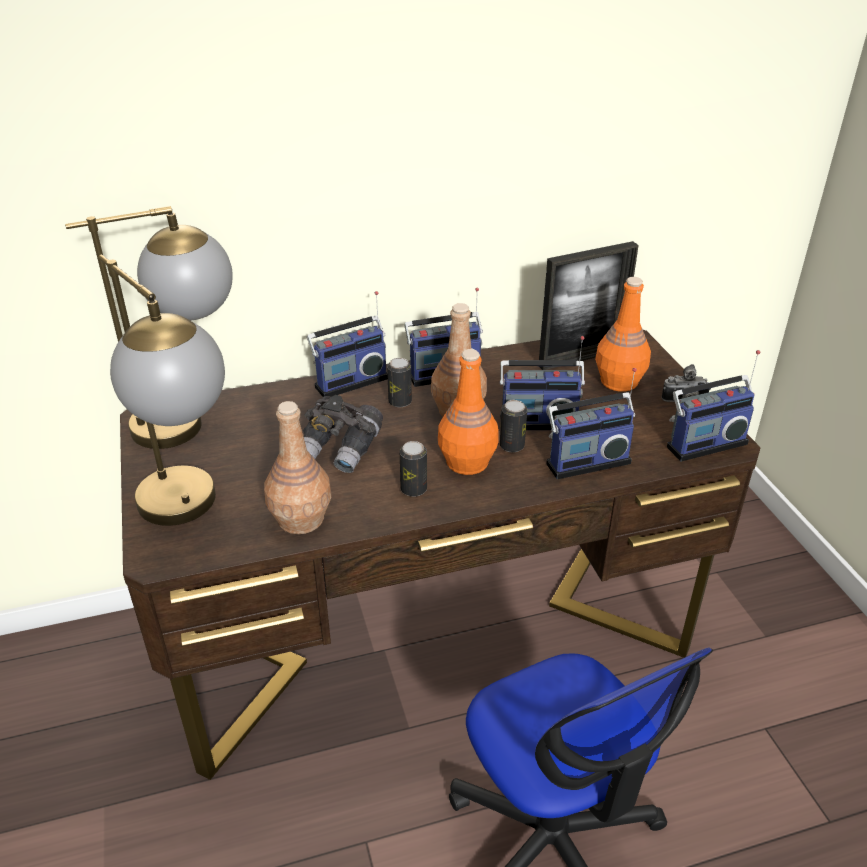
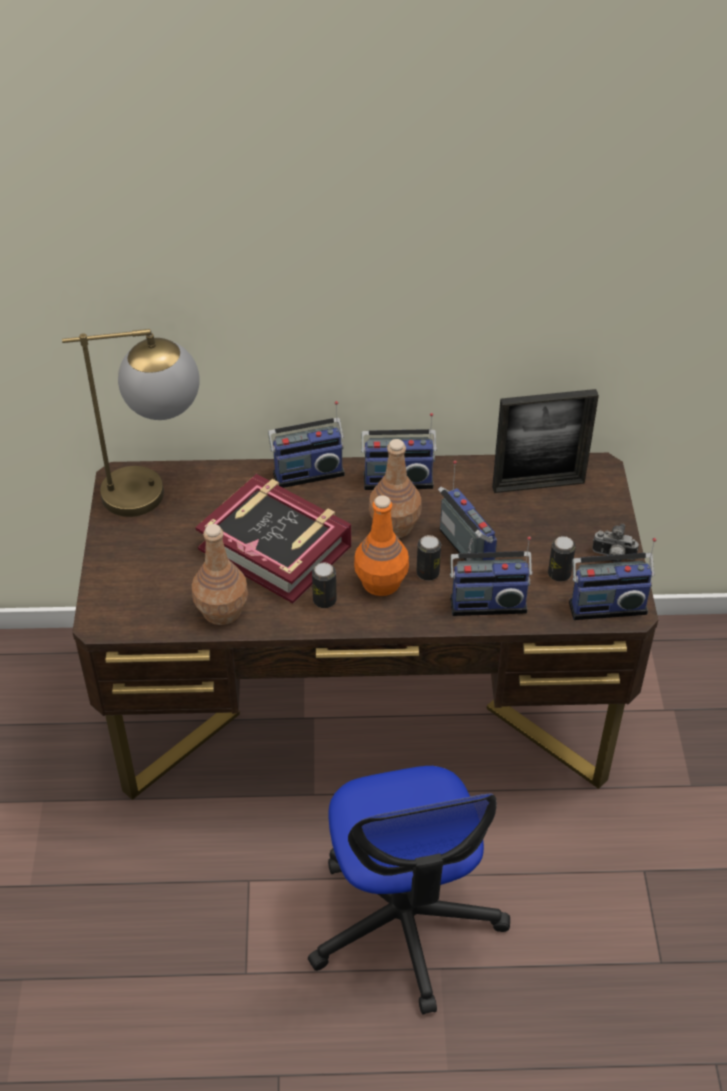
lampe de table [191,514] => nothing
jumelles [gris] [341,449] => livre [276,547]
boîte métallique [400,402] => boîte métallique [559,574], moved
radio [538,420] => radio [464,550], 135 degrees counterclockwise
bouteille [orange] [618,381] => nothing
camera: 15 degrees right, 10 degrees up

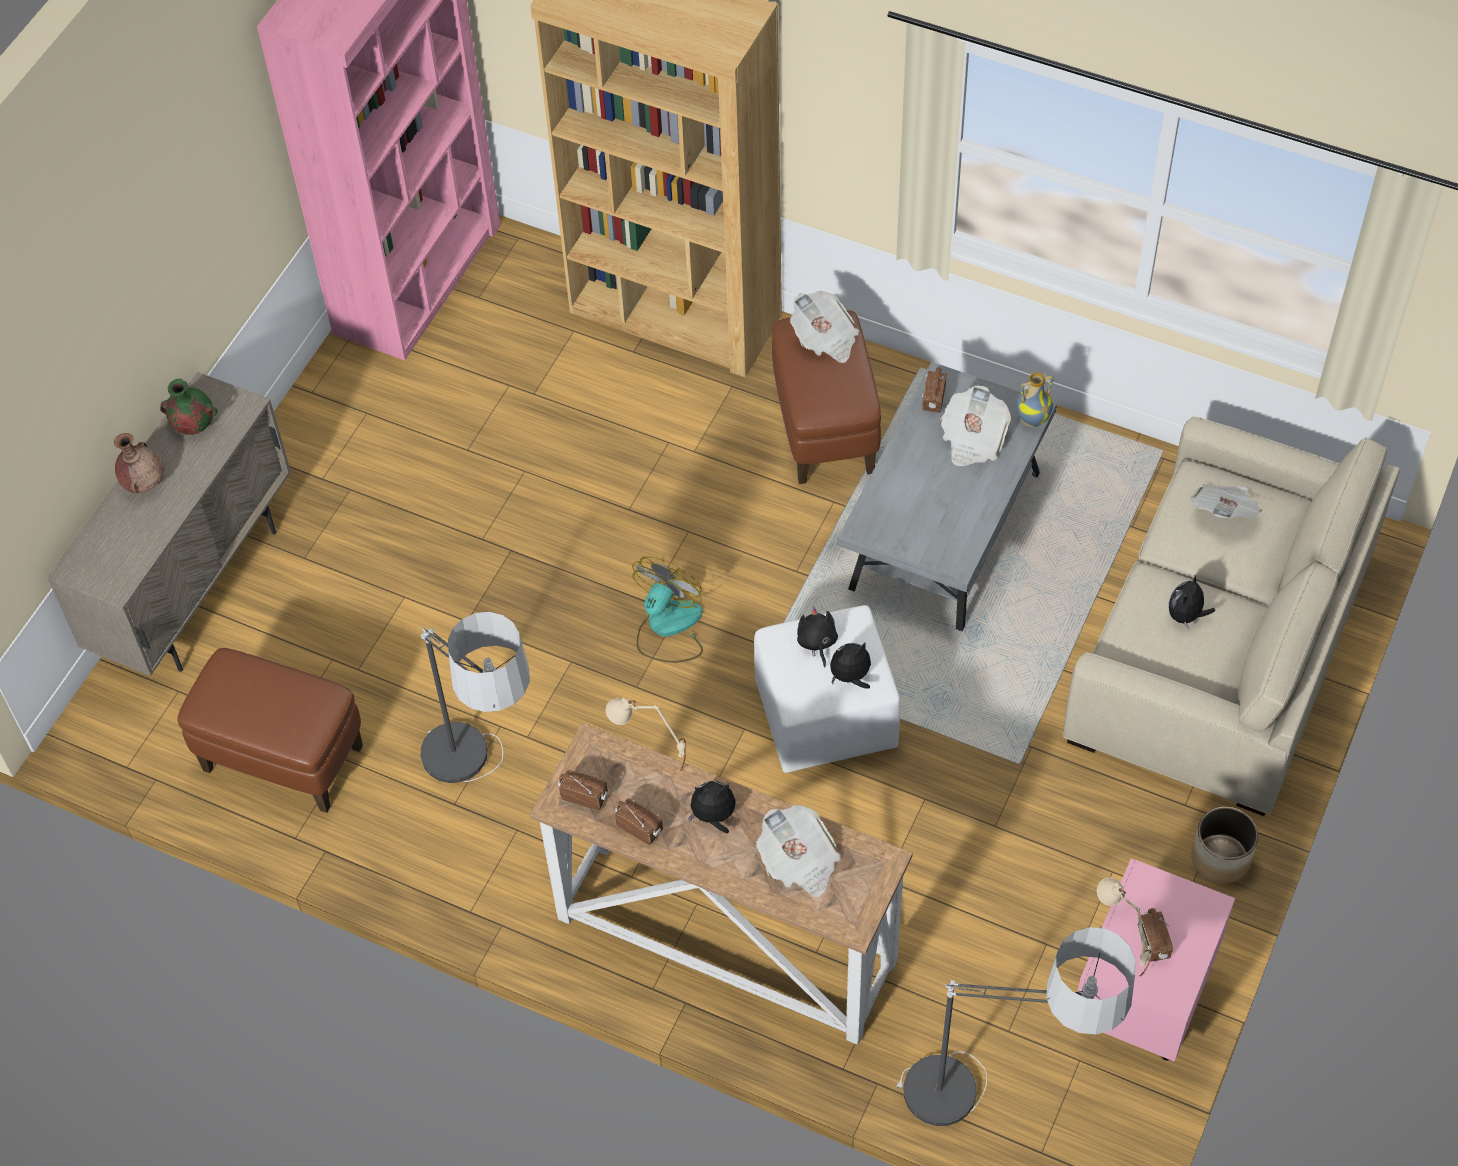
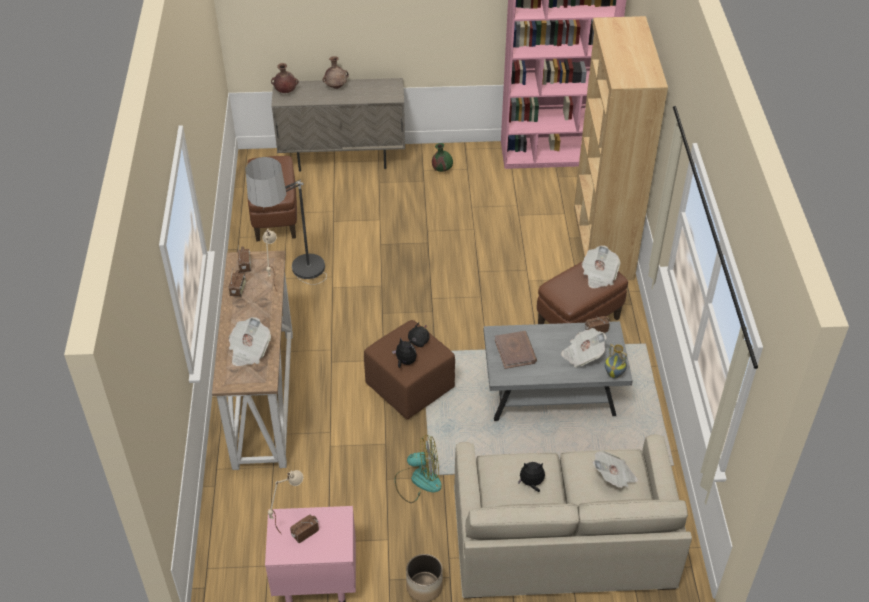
vase [vert] [193,425] => vase [vert] [442,169], moved
ventilateur [668,628] => ventilateur [418,480], moved
peluche [713,817] => nothing
pouf [blanc] [824,717] => pouf [marron] [409,387]
lampadaire [998,1107] => nothing
nothing => vase [marron] [285,91]
nothing => livre [marron] [515,351]
camera: 60 degrees right, 10 degrees down

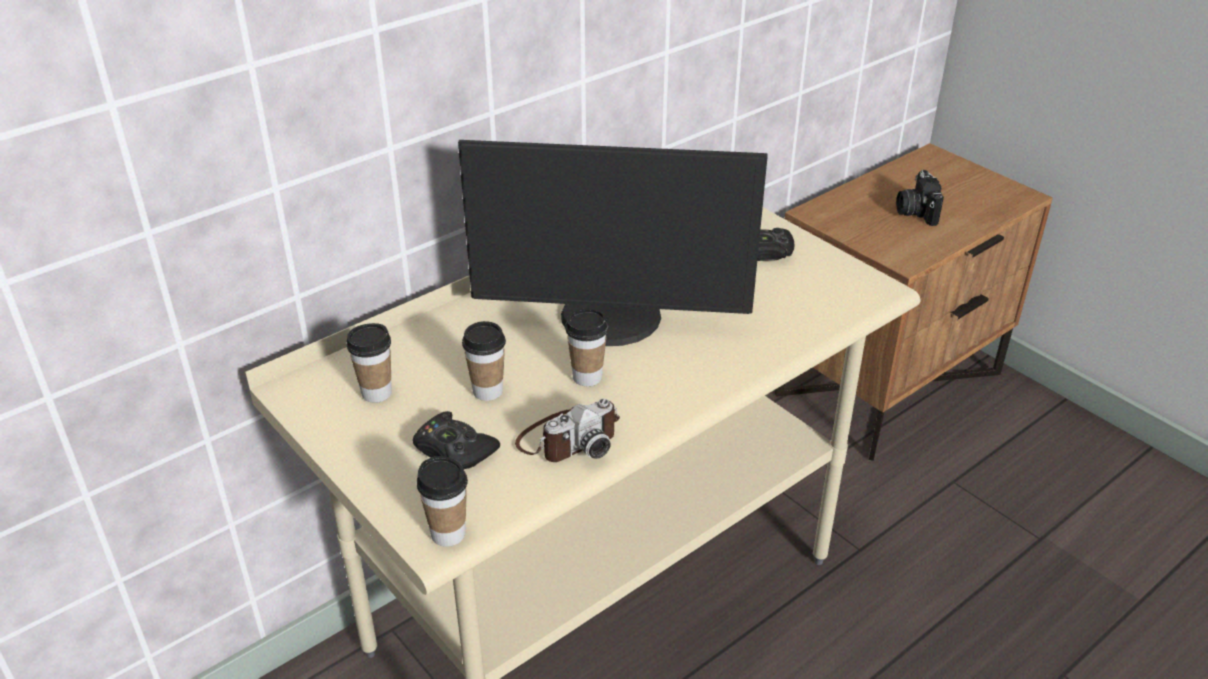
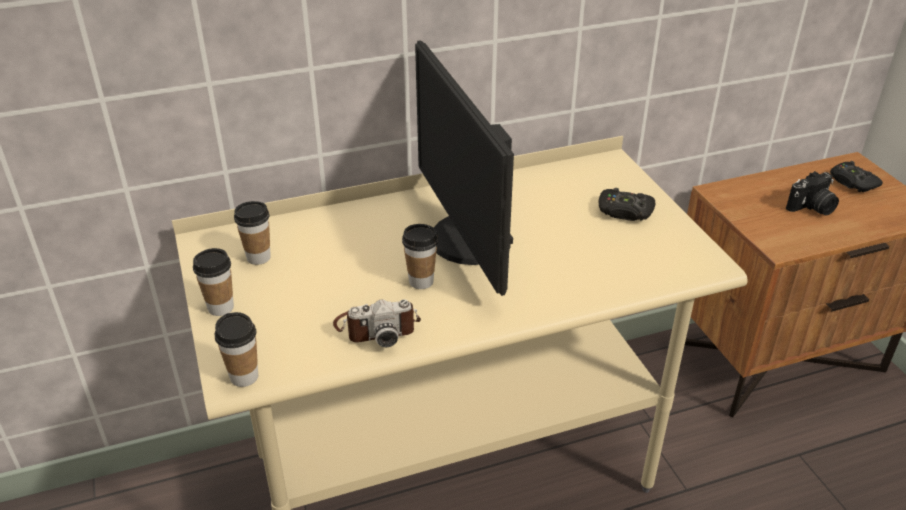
manette [noir] [454,450] => manette [noir] [852,182], moved
écran d'ordinateur [610,319] => écran d'ordinateur [466,240], 45 degrees clockwise
tasse [487,391] => tasse [221,307], moved
appareil photo [915,211] => appareil photo [812,208], 135 degrees counterclockwise
camera: 20 degrees right, 0 degrees up

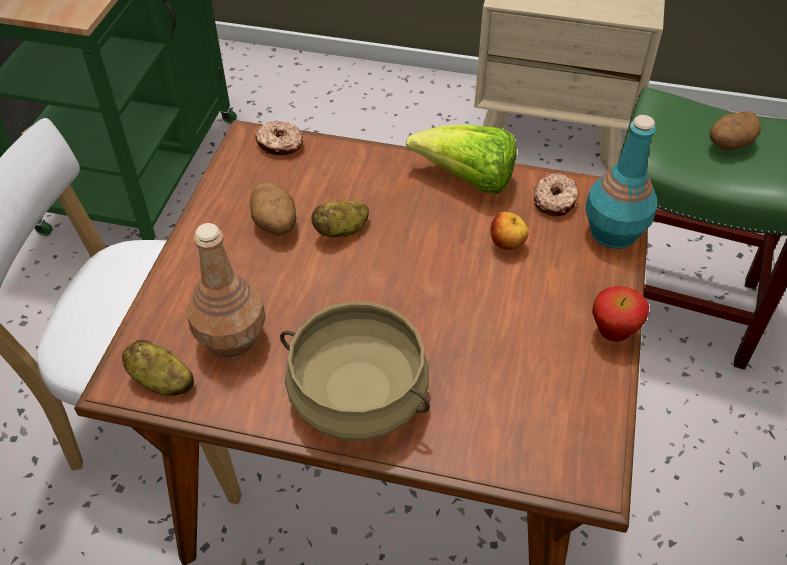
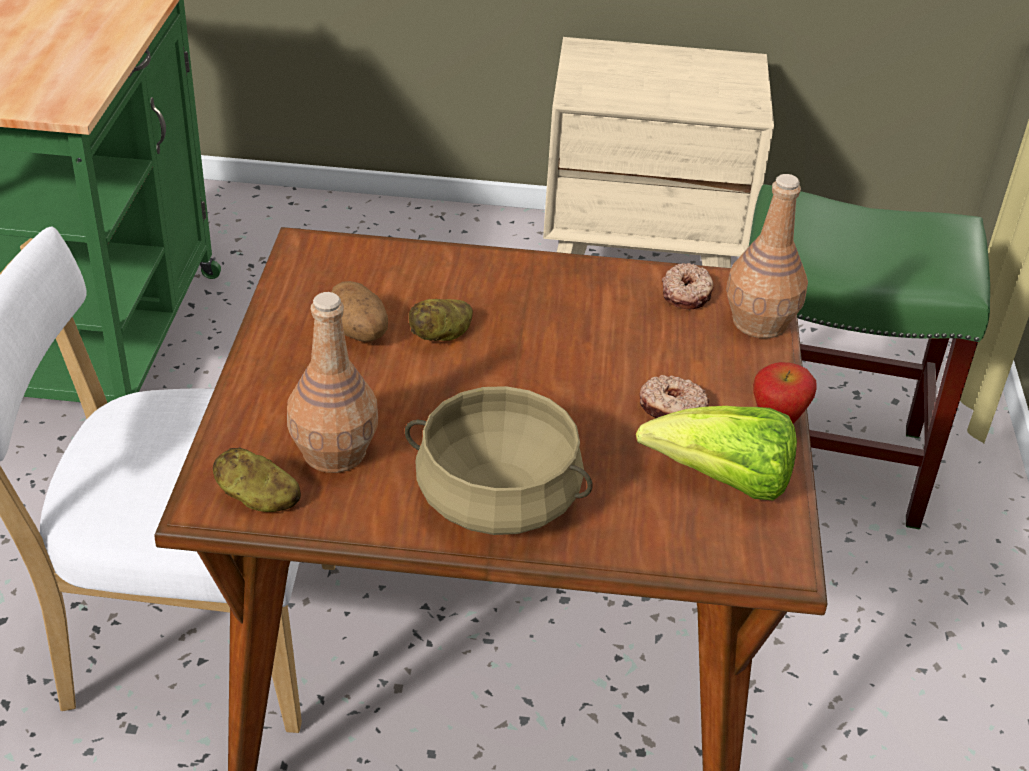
beignet [280,144] => beignet [672,408], moved
laitue [467,180] => laitue [723,482], moved
pomme [507,245] => nothing
bouteille [turquoise] [612,232] => bouteille [marron] [759,323]
pomme de terre [728,144] => nothing
camera: 10 degrees left, 10 degrees down

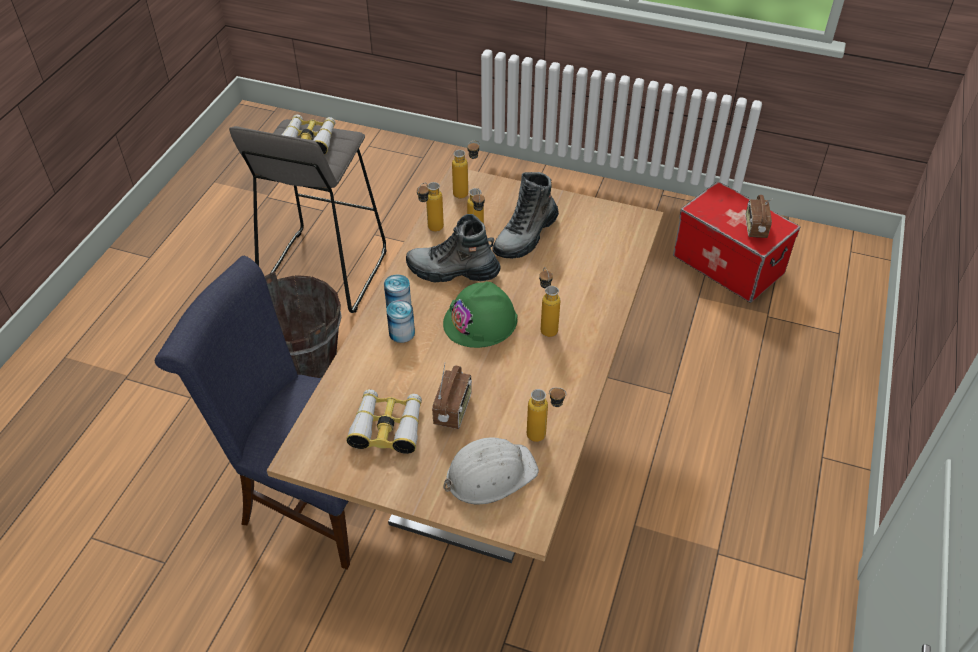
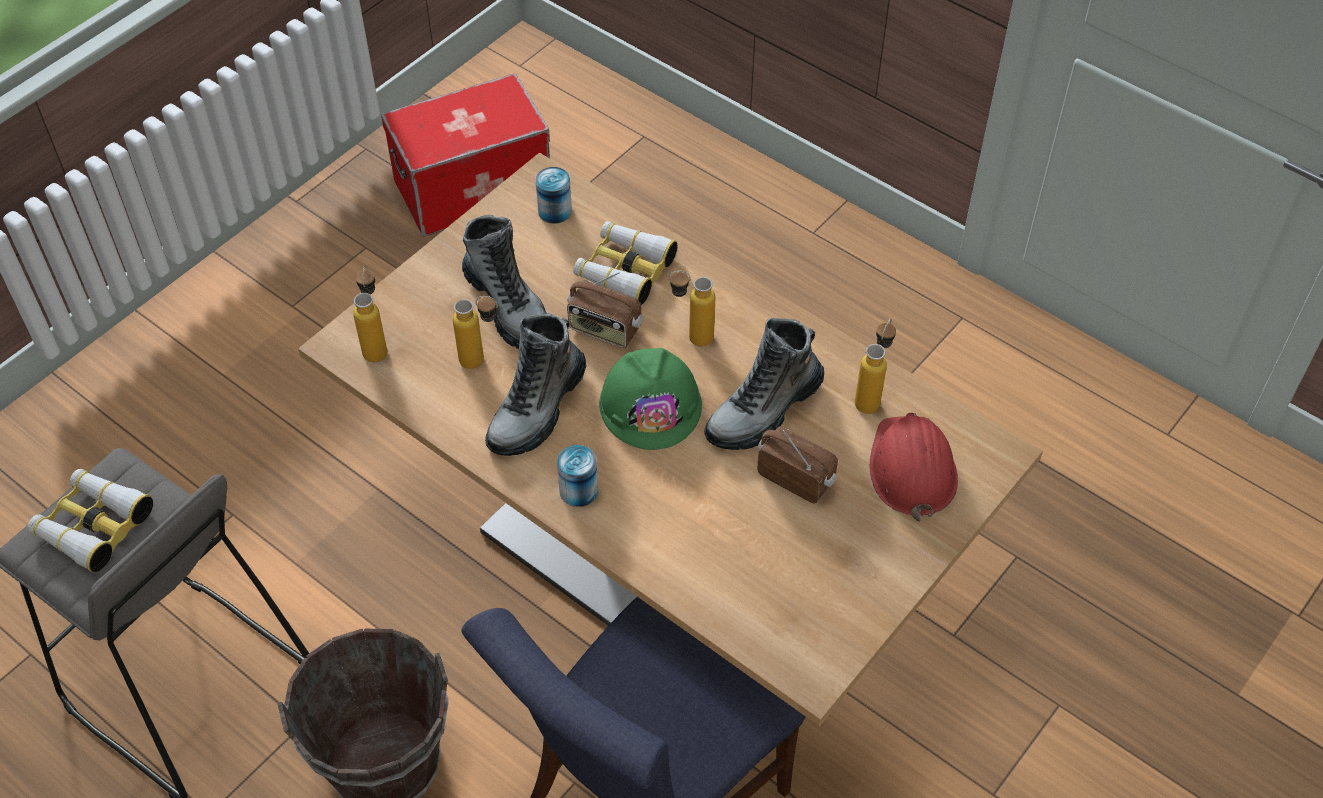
jumelles [387,426] => jumelles [624,269], moved
boîte métallique [402,333] => boîte métallique [554,211], moved
bouteille [431,230] => nothing
casque de chantier [blanc] [489,474] => casque de chantier [rouge] [911,469]
radio [755,228] => radio [604,330], moved
nothing => botte [764,410]
camera: 70 degrees left, 5 degrees up

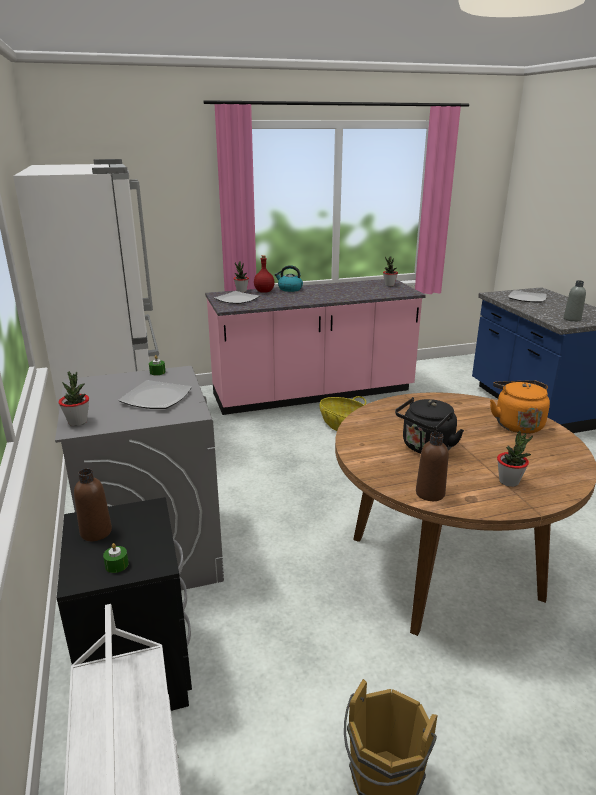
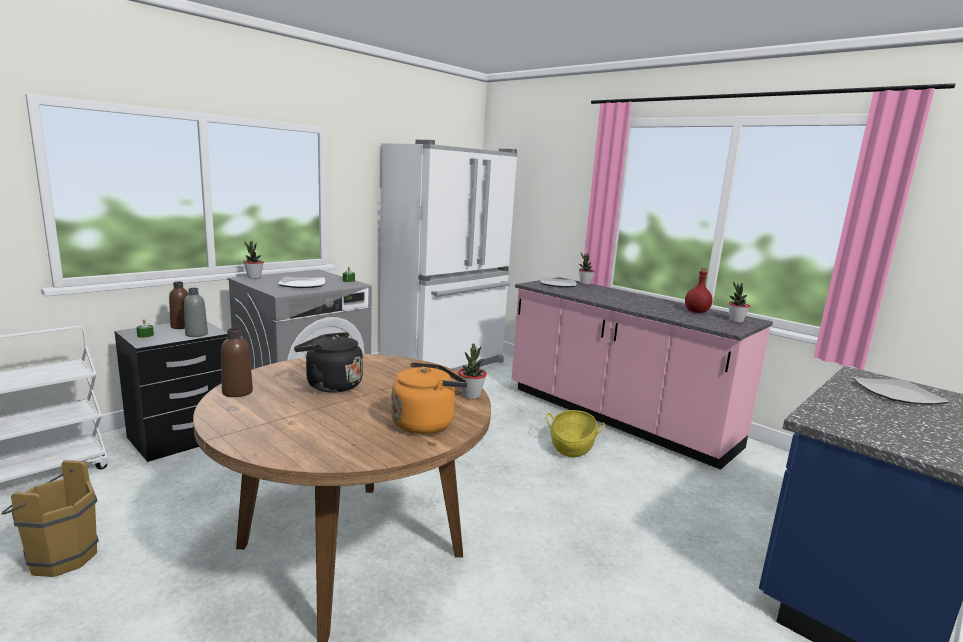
bouteille [rouge] [264,291] => bouteille [rouge] [696,311], moved
bouilloire [289,289] => nothing
plante en pot [509,481] => plante en pot [471,395], moved
bouteille [gris] [572,319] => bouteille [gris] [196,334], moved
camera: 60 degrees right, 10 degrees down

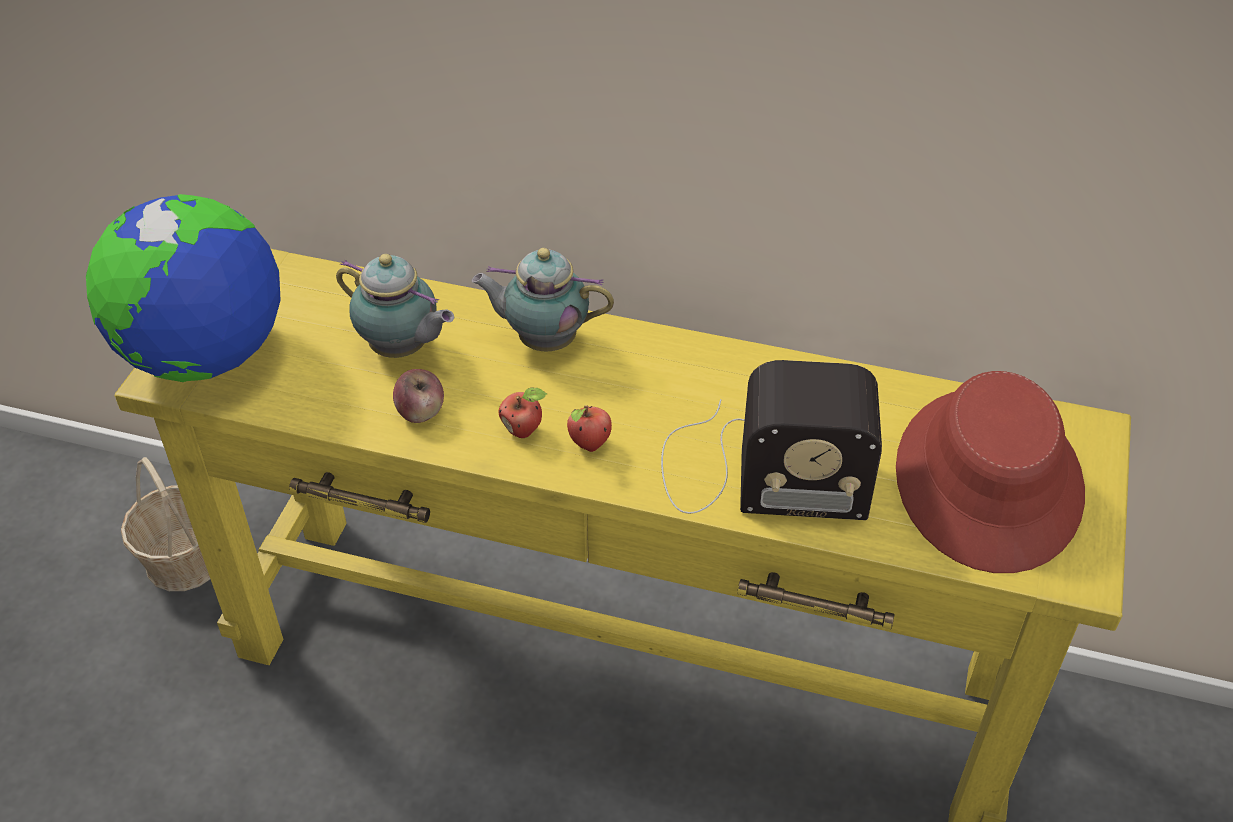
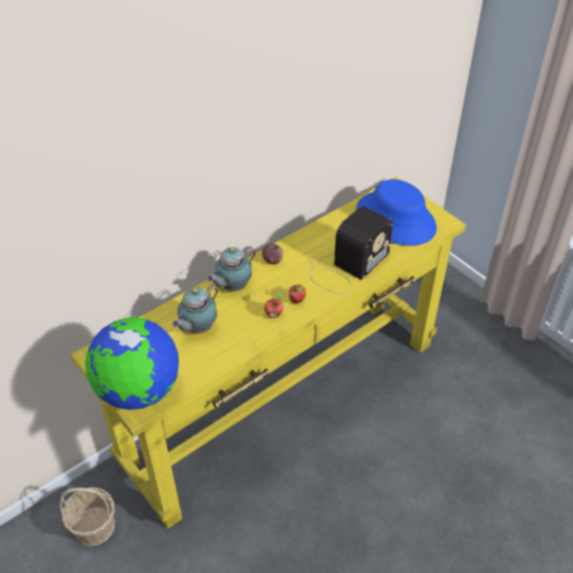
théière [402,350] => théière [197,328], 150 degrees clockwise
pomme [421,412] => pomme [272,260], moved
chapeau [rouge] [989,481] => chapeau [bleu] [396,219]
camera: 55 degrees left, 0 degrees up

